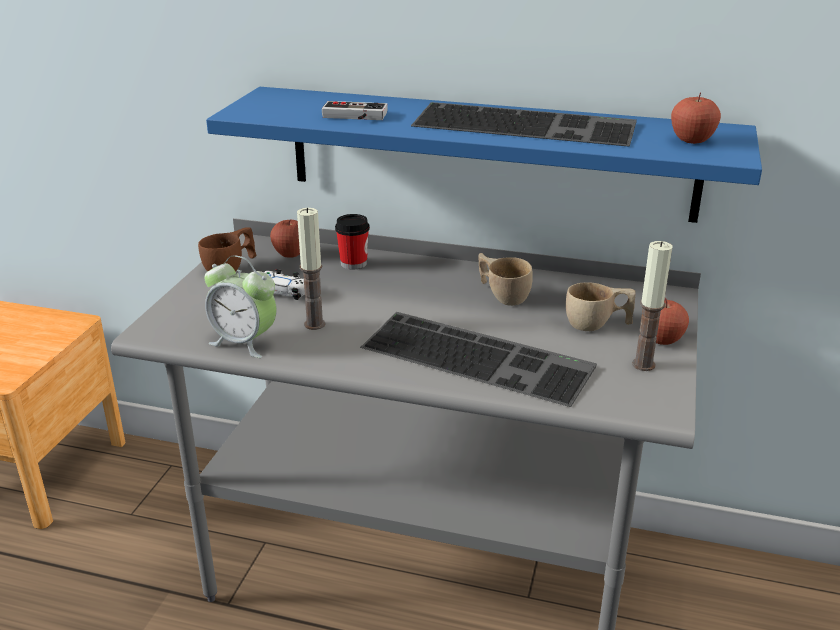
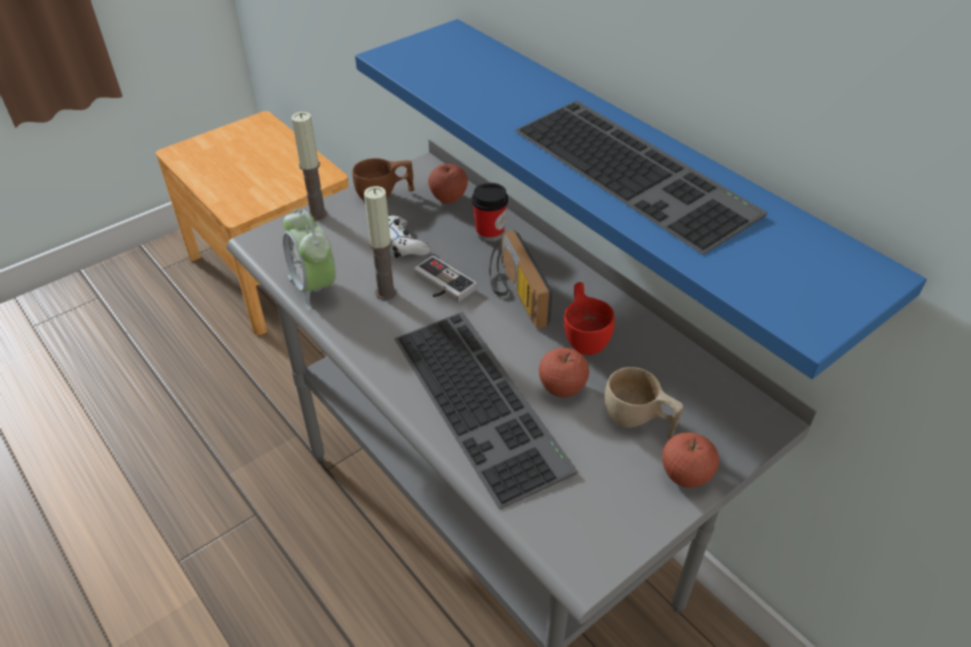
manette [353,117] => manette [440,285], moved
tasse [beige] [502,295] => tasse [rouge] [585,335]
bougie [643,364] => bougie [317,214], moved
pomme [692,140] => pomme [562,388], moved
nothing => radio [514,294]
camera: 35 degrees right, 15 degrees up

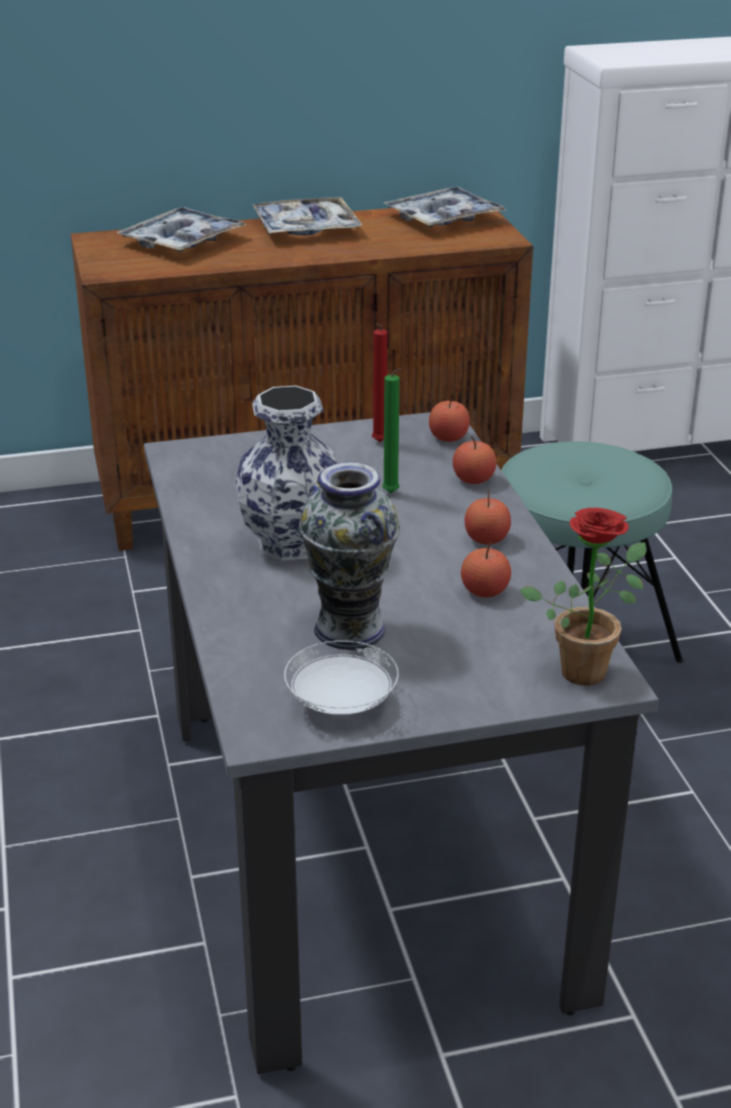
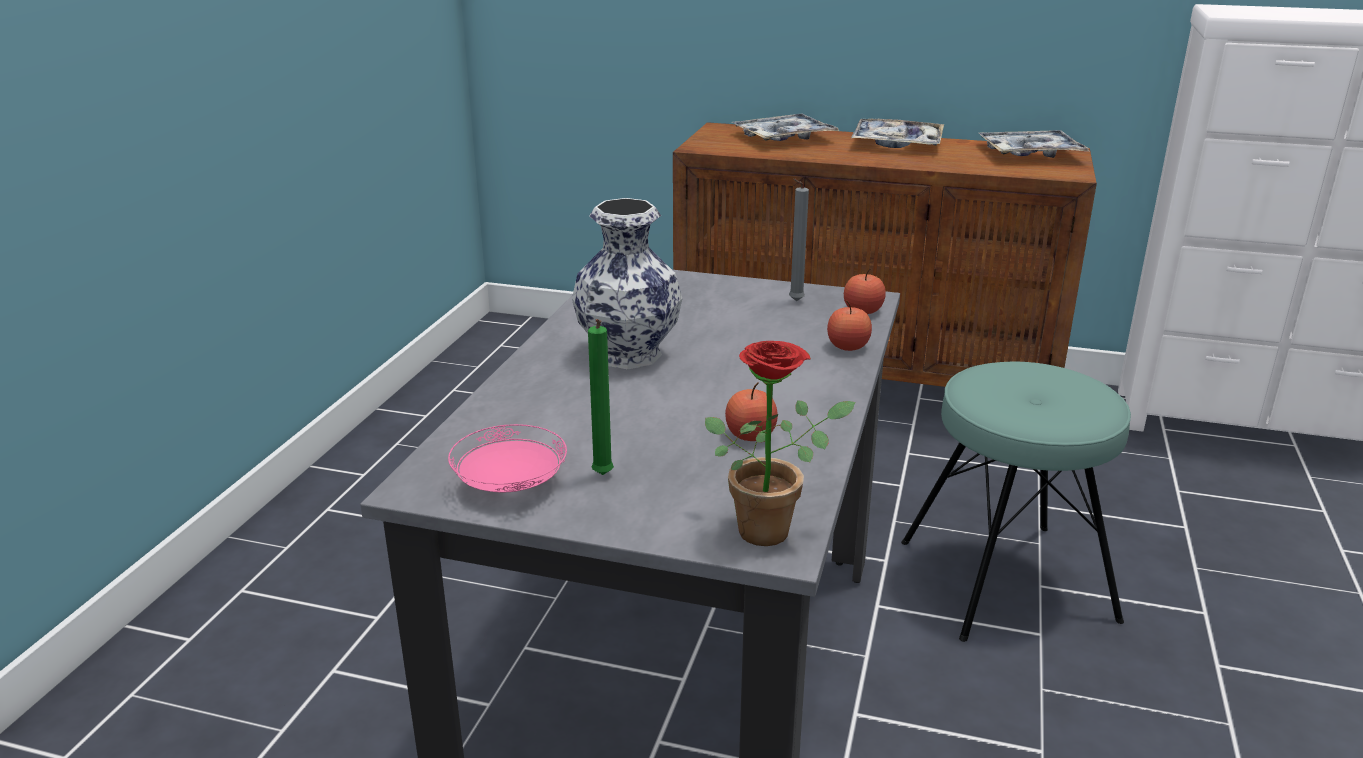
assiette [blanc] [341,703] => assiette [rose] [510,485]
vase [348,630] => nothing
bougie [rouge] [378,443] => bougie [gris] [794,301]
bougie [vert] [392,494] => bougie [vert] [602,476], moved
pomme [486,539] => nothing
camera: 30 degrees right, 5 degrees down

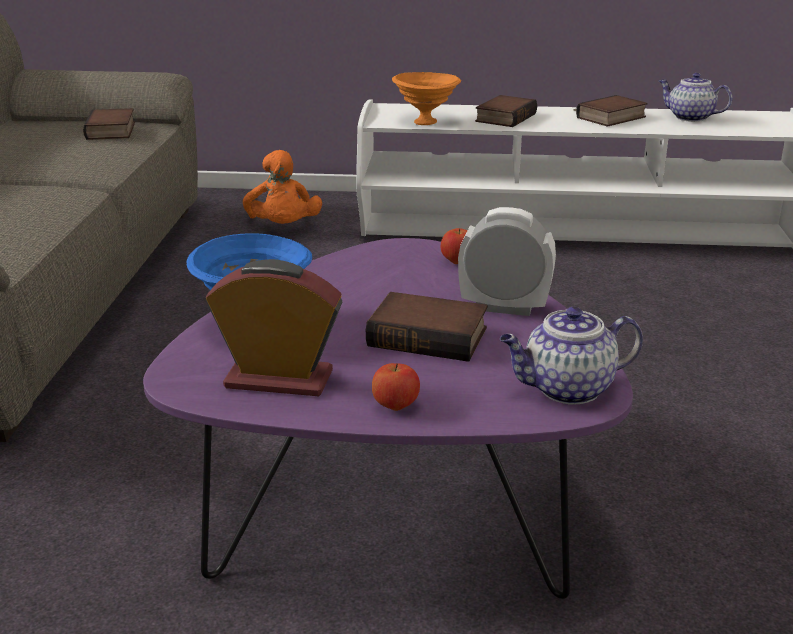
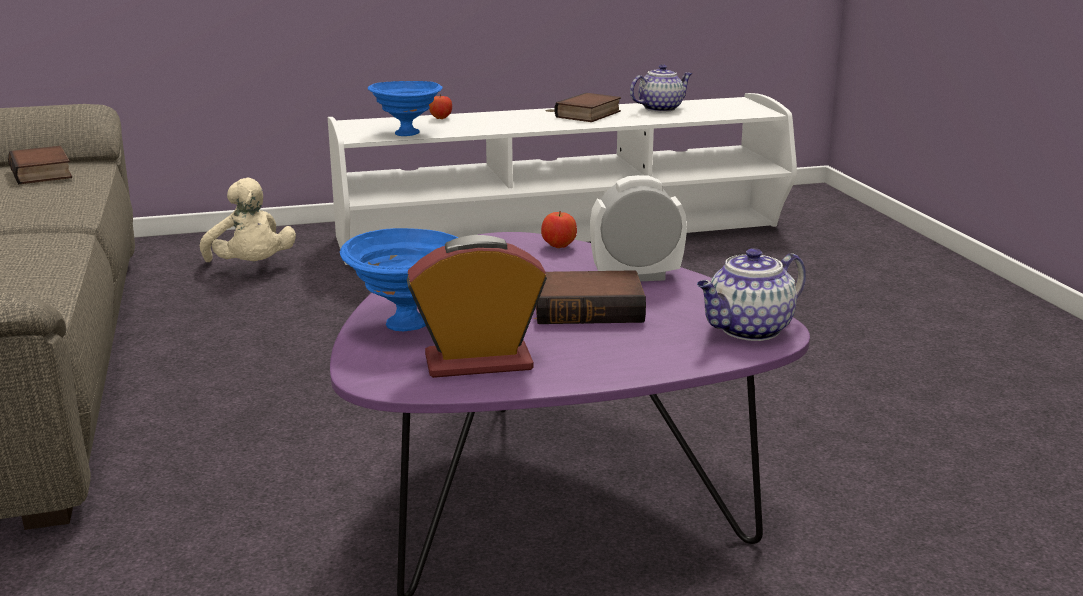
peluche [orange] [283,228] => peluche [beige] [251,267]
pomme [395,406] => pomme [440,118], moved
bol [orange] [425,122] => bol [bleu] [406,133]
livre [504,117] => nothing
théière [689,118] => théière [661,109], 135 degrees clockwise
camera: 20 degrees left, 5 degrees down

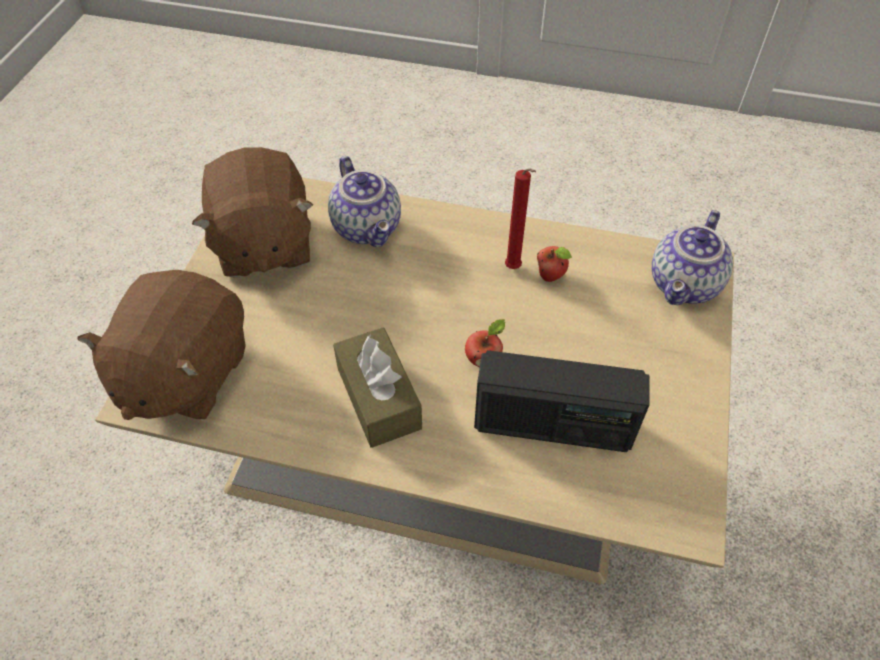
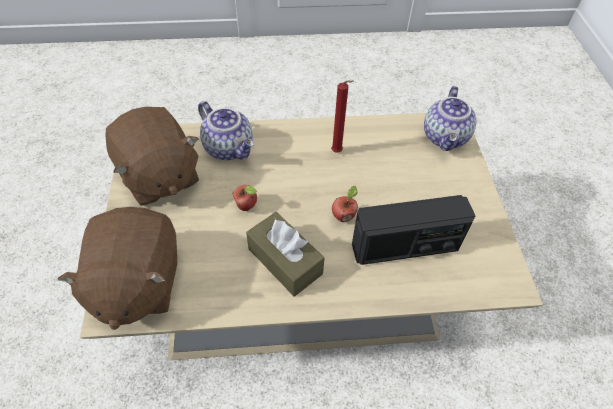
pomme [551,276] => pomme [247,206], moved
camera: 20 degrees left, 0 degrees up

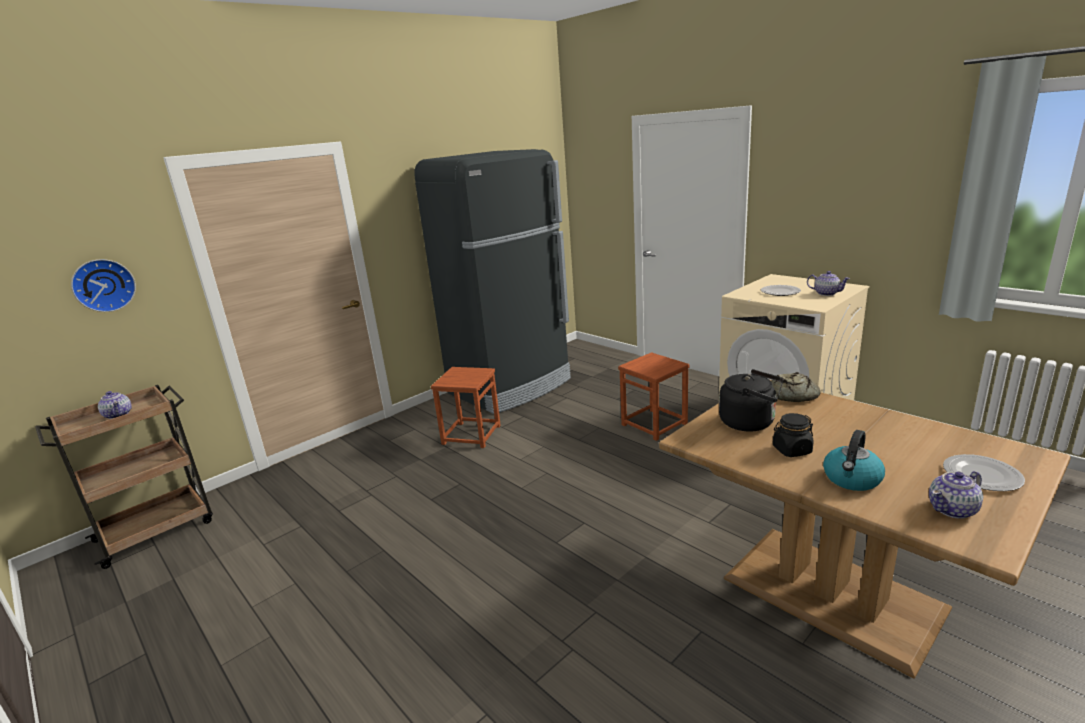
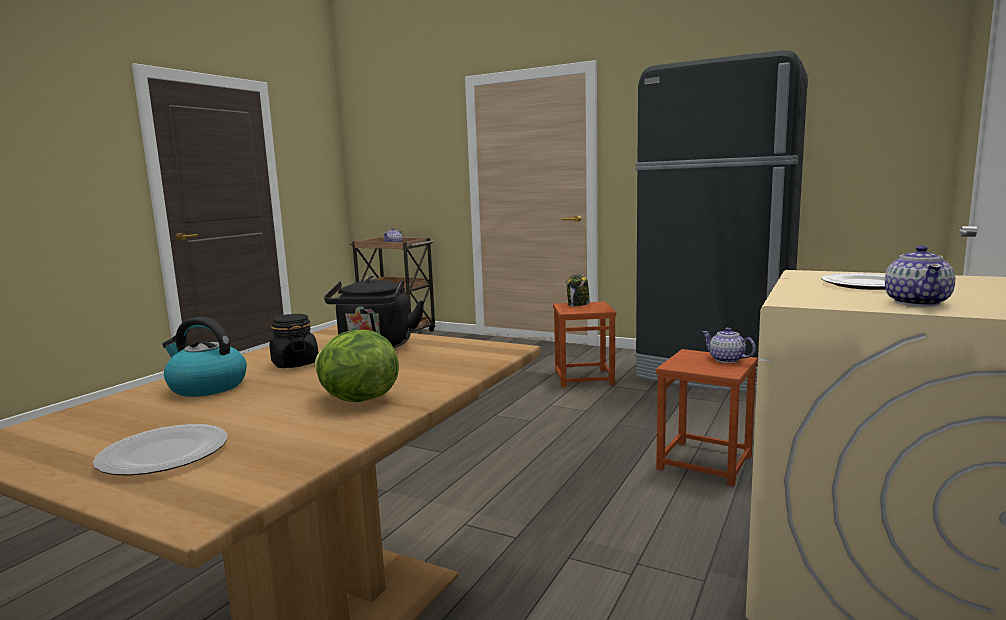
horloge murale [103,285] => nothing
pain [791,395] => nothing
théière [953,509] => théière [727,360], moved
nothing => laitue [357,400]
nothing => bocal [578,305]
camera: 70 degrees right, 10 degrees down

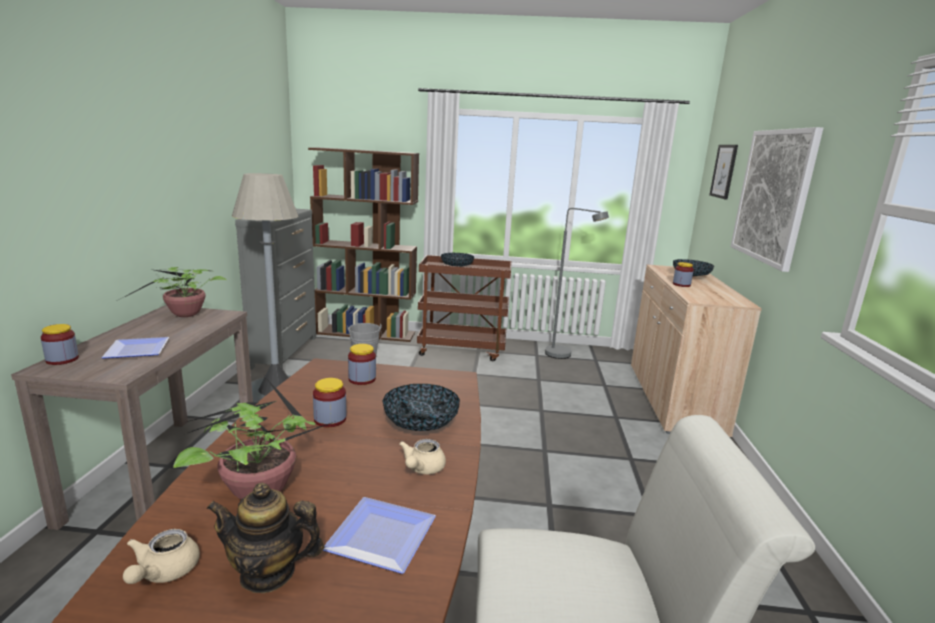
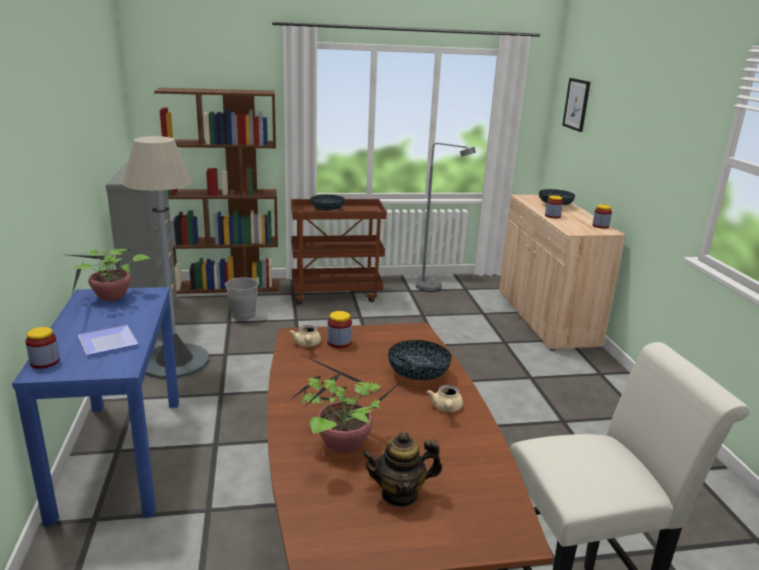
table console [marron] [167,470] => table console [bleu] [120,454]
théière [beige] [163,573] => théière [beige] [307,344], moved
bocal [330,419] => bocal [600,226], moved
assiette [383,540] => nothing
tableau [773,196] => nothing
camera: 15 degrees left, 5 degrees up

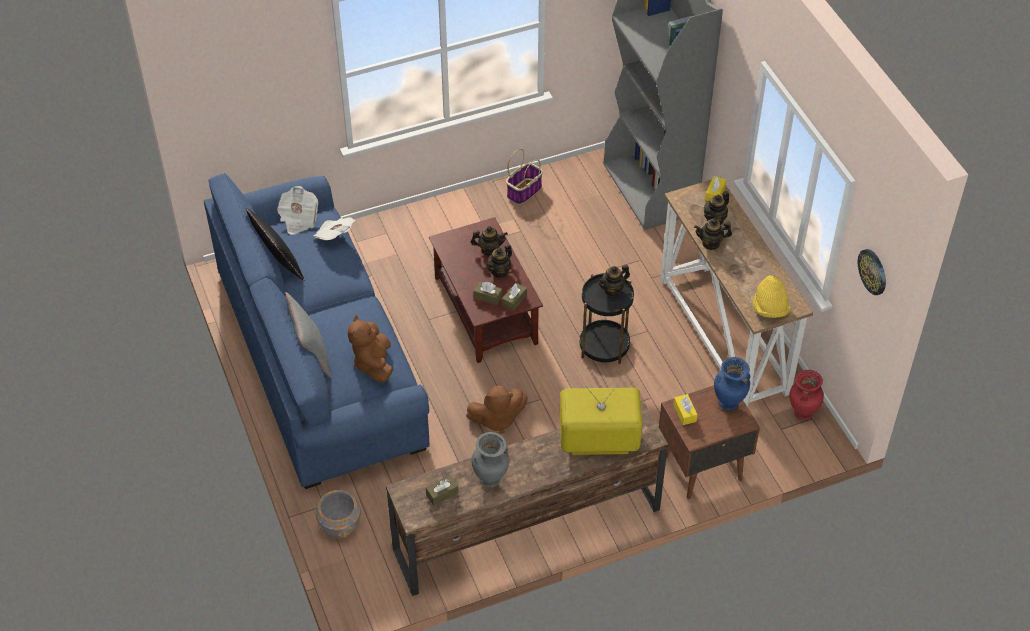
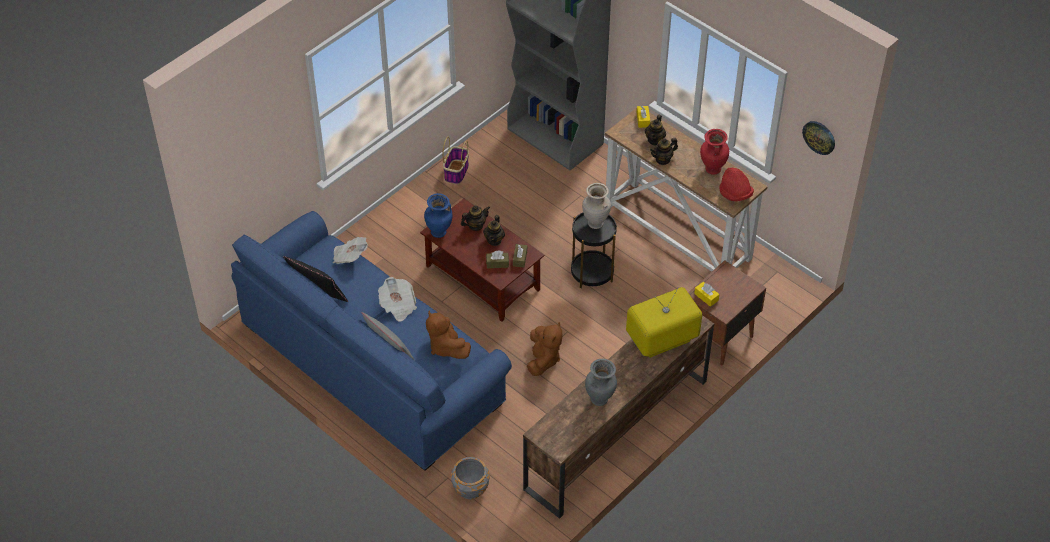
journal [298,219] => journal [398,306], moved
boîte à mouchoirs [marron] [442,494] => nothing
peluche [marron] [497,419] => peluche [marron] [543,359], 45 degrees counterclockwise
théière [612,290] => vase [beige] [596,223]
vase [bleu] [728,404] => vase [bleu] [439,233], moved
chapeau [jaune] [770,308] => chapeau [rouge] [735,194]
vase [rouge] [802,413] => vase [rouge] [712,169], moved
camera: 25 degrees left, 0 degrees up

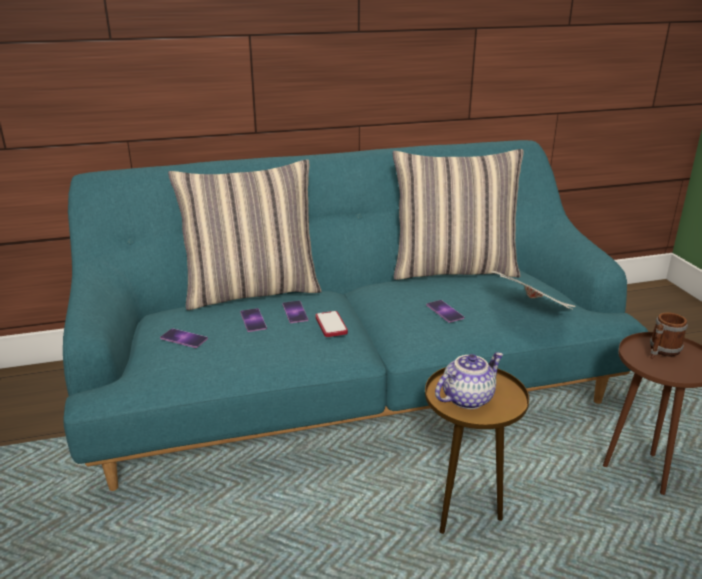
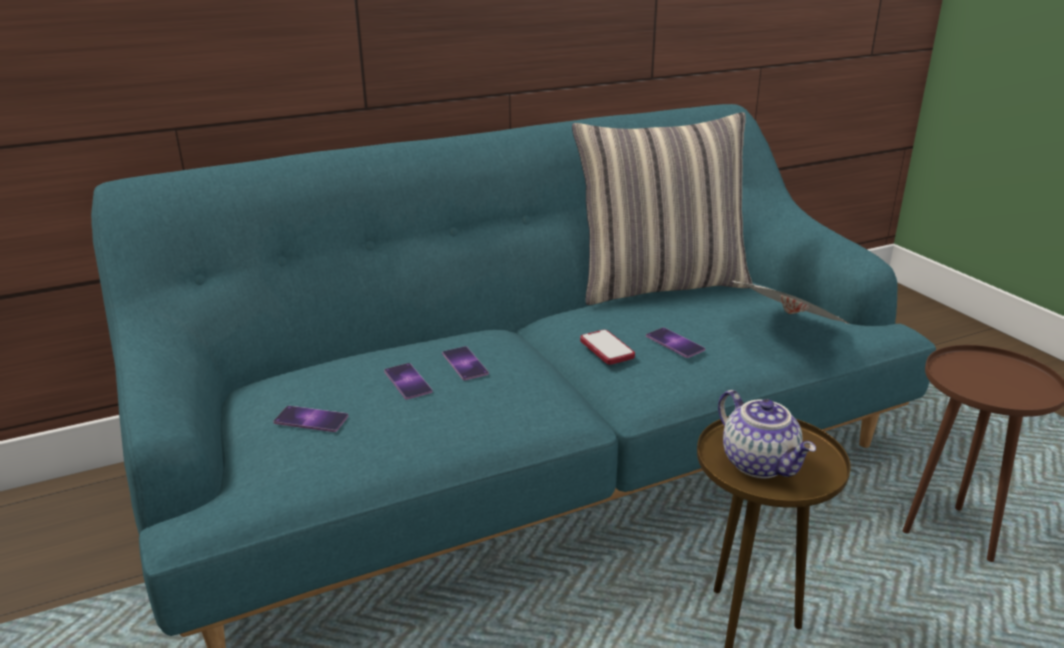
coussin [252,291] => nothing
téléphone [331,325] => téléphone [607,349], moved
théière [467,398] => théière [761,463], 105 degrees clockwise
mug [661,351] => nothing
camera: 10 degrees left, 0 degrees up

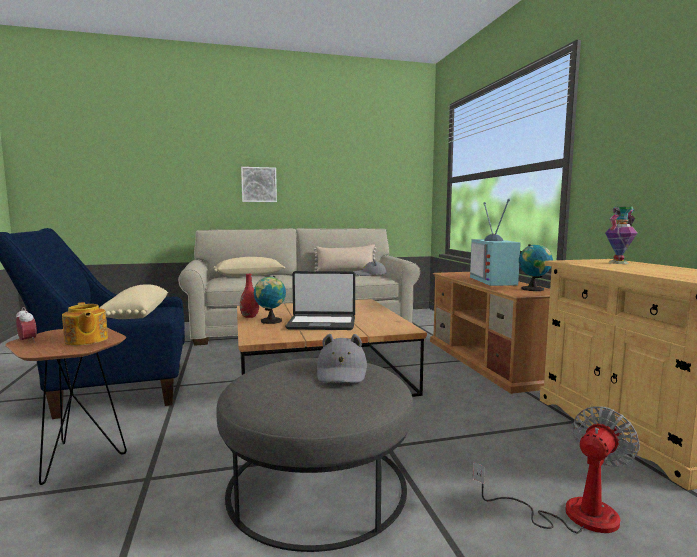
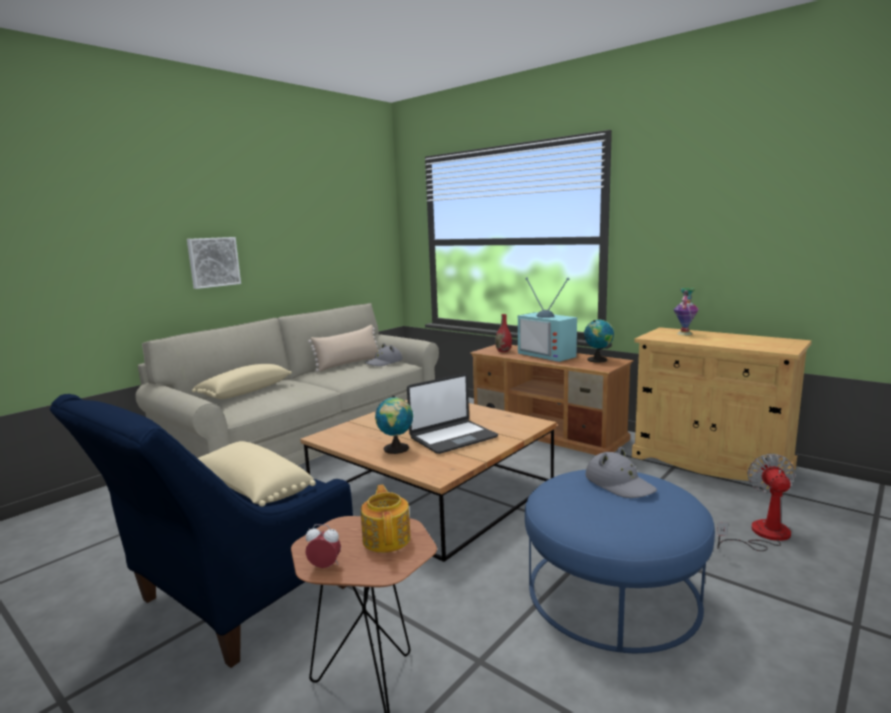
théière [86,340] => théière [387,538], 120 degrees counterclockwise
pouf [gris] [317,485] => pouf [bleu] [612,591]
vase [rouge] [249,316] => vase [rouge] [503,351], moved
camera: 35 degrees left, 5 degrees up

